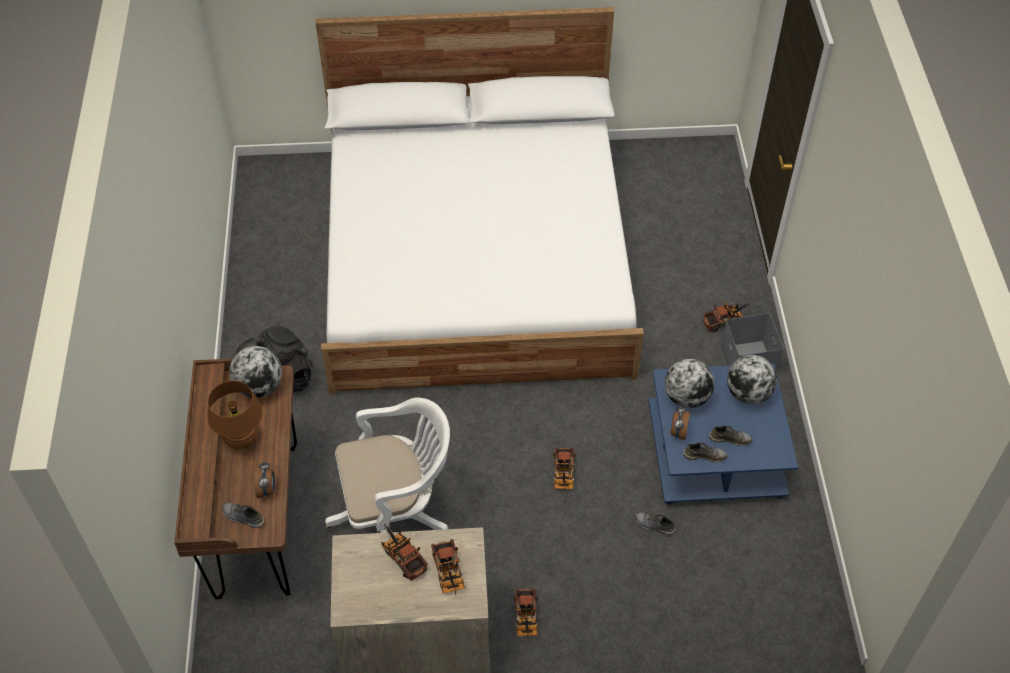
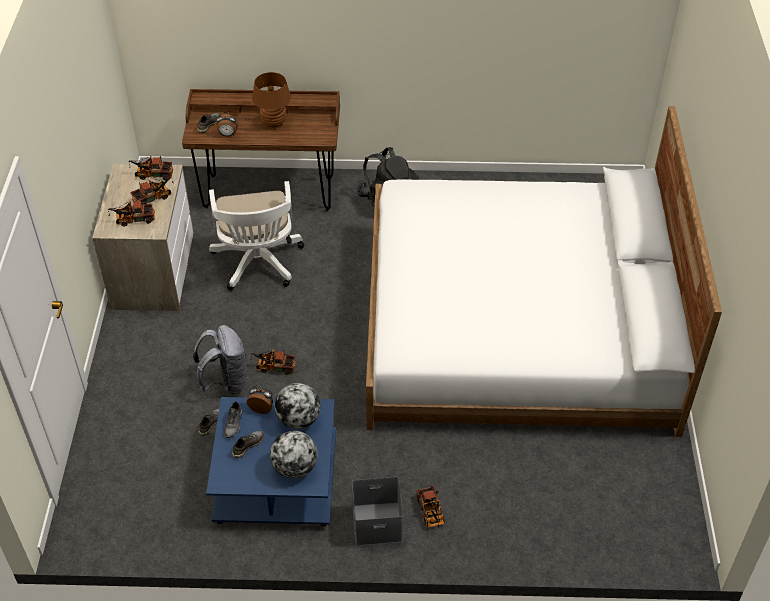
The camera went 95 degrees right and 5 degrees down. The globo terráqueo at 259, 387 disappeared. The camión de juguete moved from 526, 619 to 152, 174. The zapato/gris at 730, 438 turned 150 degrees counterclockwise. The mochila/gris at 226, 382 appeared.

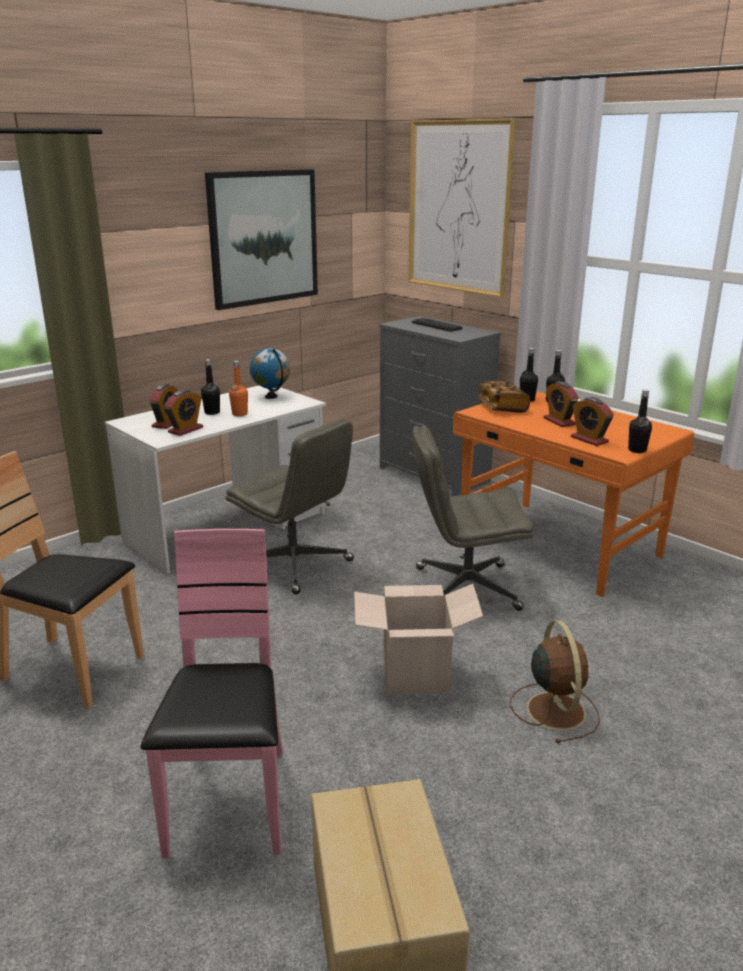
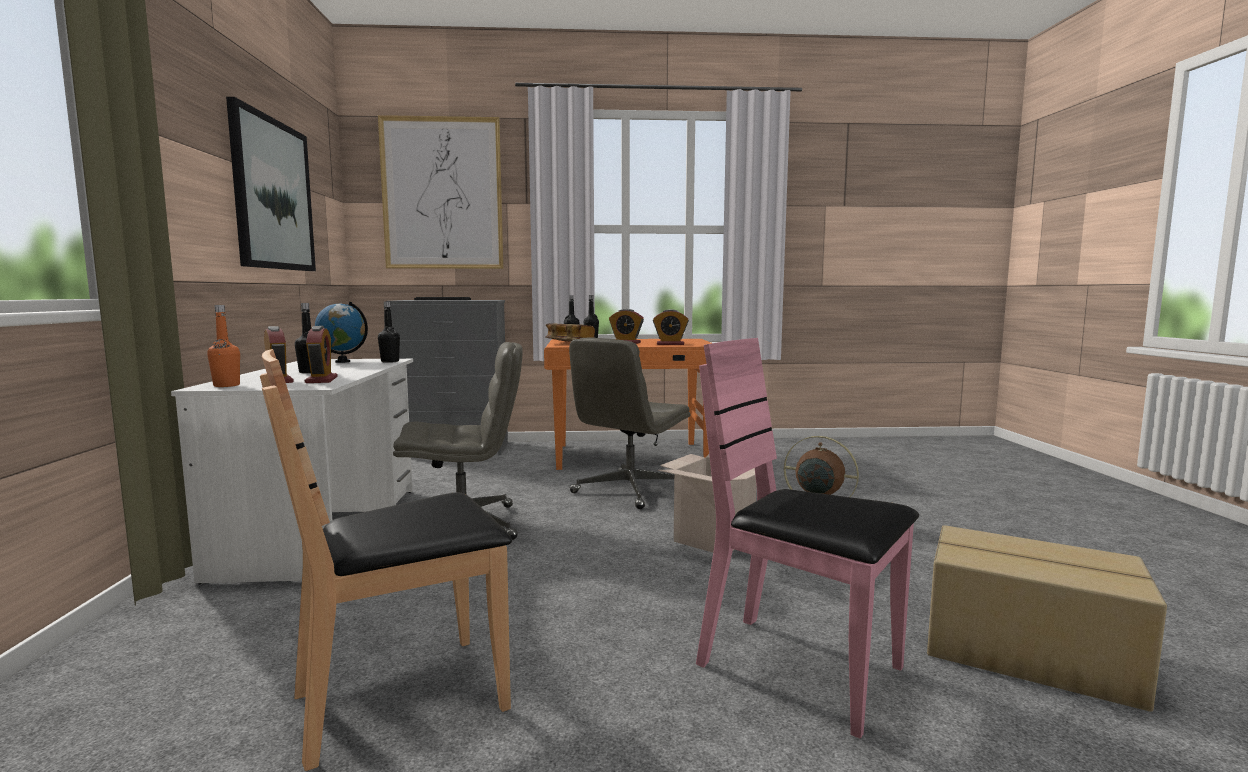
The camera went 50 degrees left and 15 degrees down. The botella/naranja moved from 239, 414 to 226, 385. The botella/negro moved from 637, 450 to 390, 361.

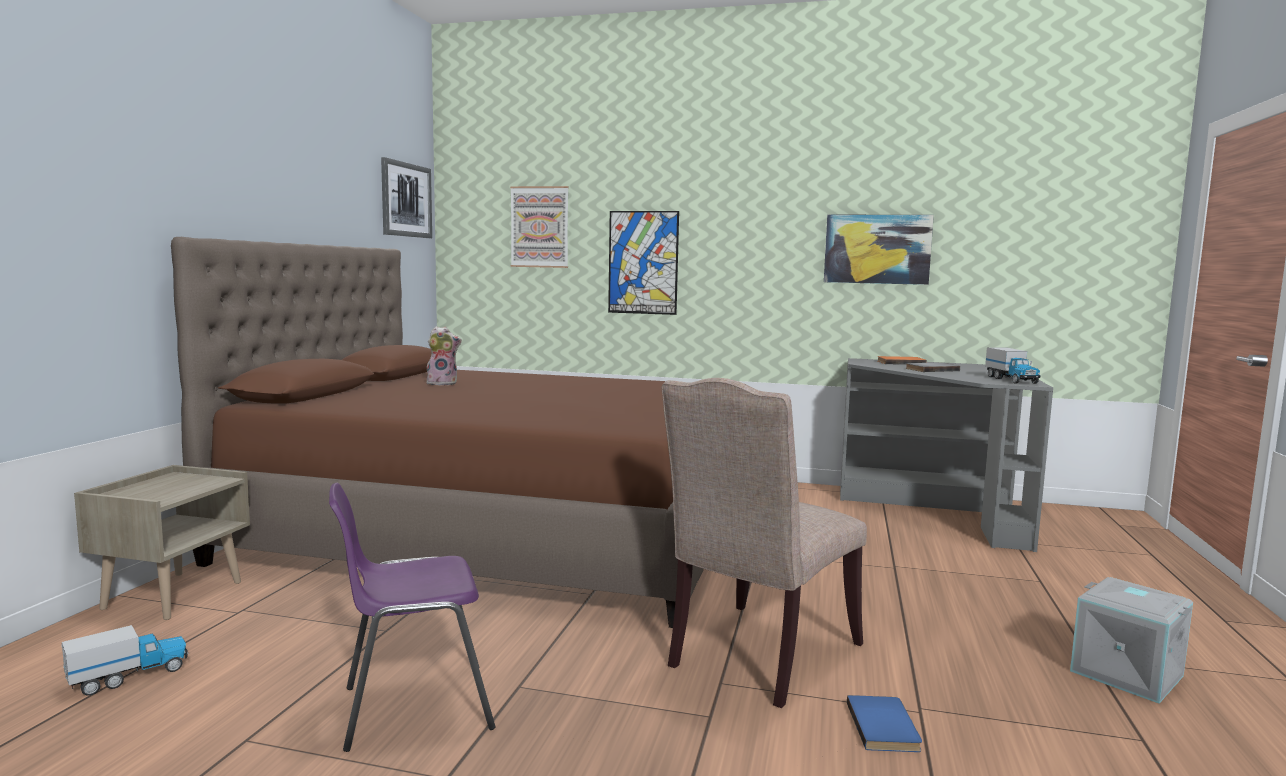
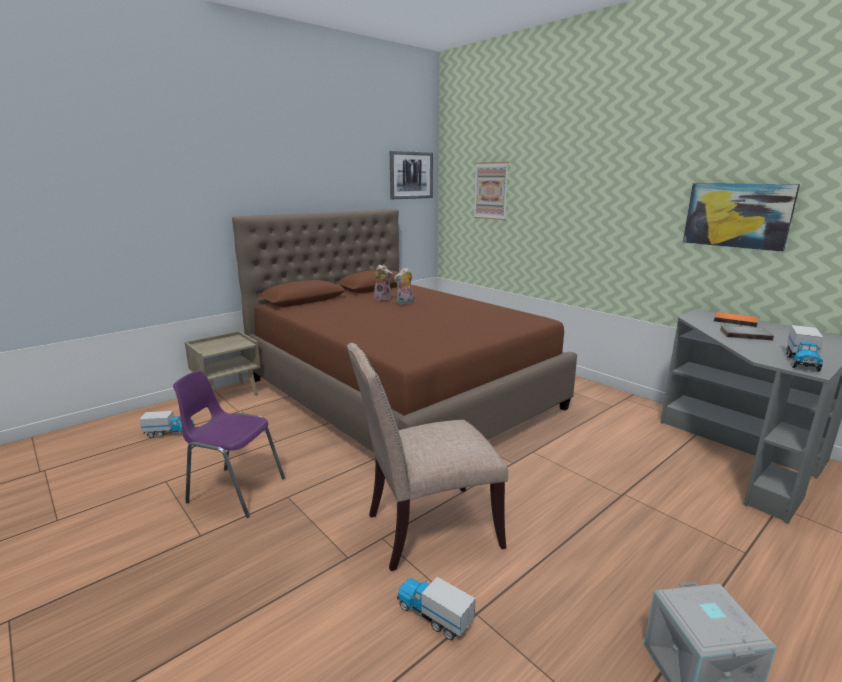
The camera went 35 degrees right and 10 degrees up. The cuadro at 643, 262 disappeared. The libro/azul at 885, 727 was replaced by the camión de juguete at 434, 616. The peluche at 405, 303 appeared.

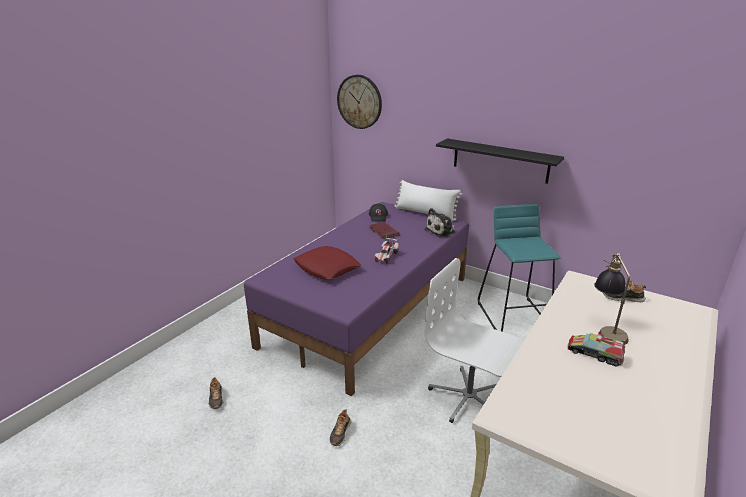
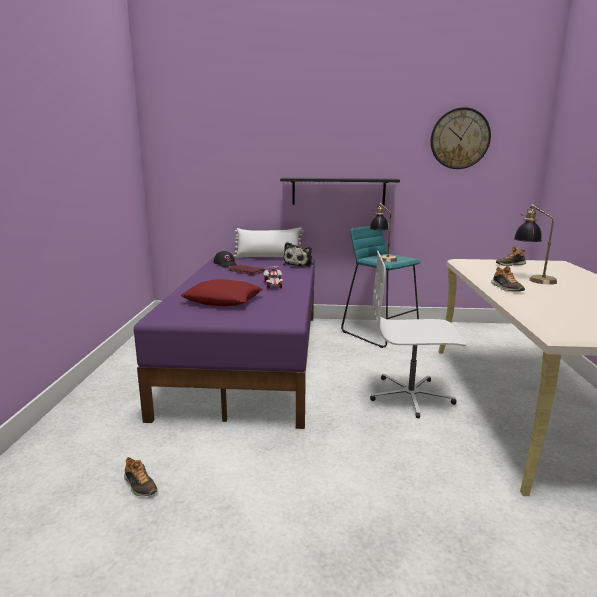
The camera went 30 degrees left and 10 degrees down. The zapato moved from 340, 433 to 506, 288. The reloj de pared moved from 359, 102 to 460, 139. The camión de juguete at 594, 354 disappeared. The lámpara de mesa at 382, 258 appeared.

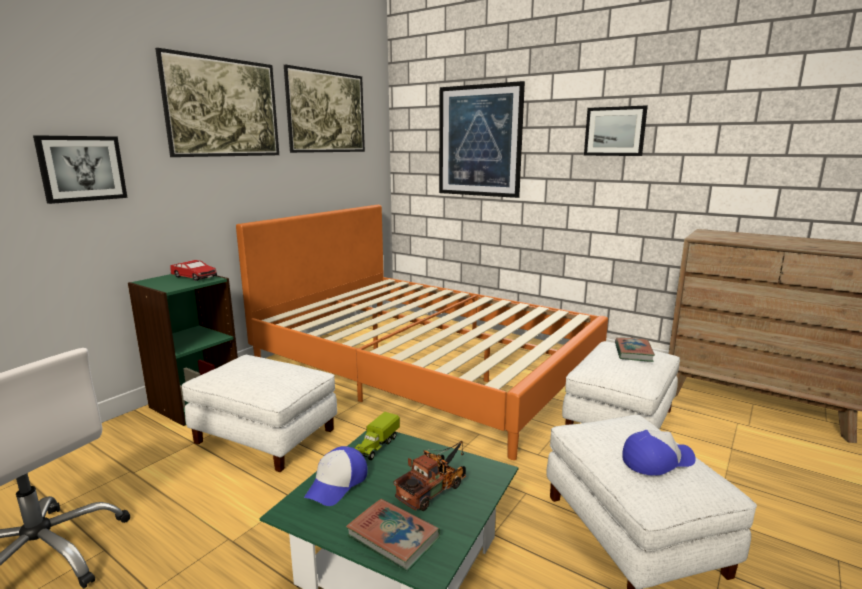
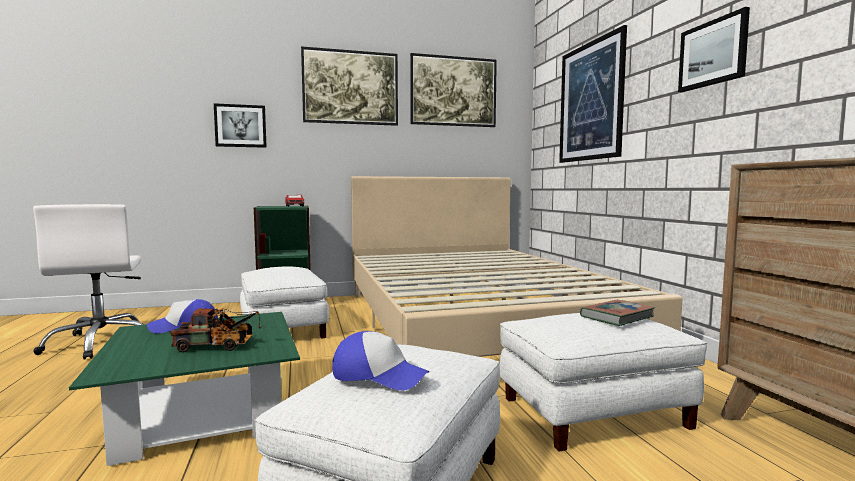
The camera went 40 degrees right and 10 degrees down. The cama/naranja at 426, 365 became the cama/beis at 474, 322. The libro at 393, 537 disappeared. The camión de juguete at 376, 446 disappeared.

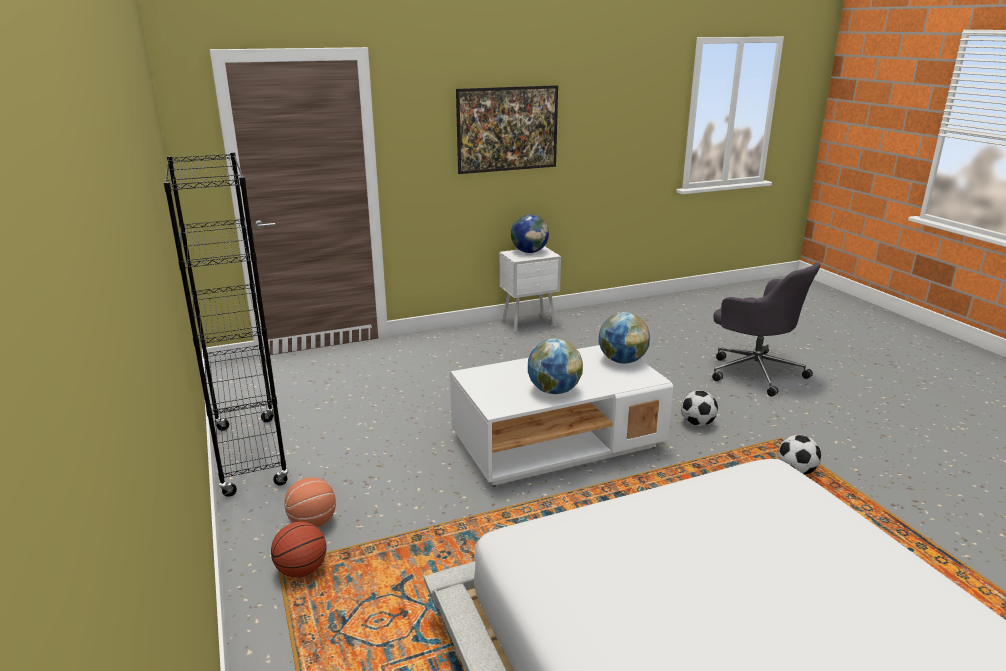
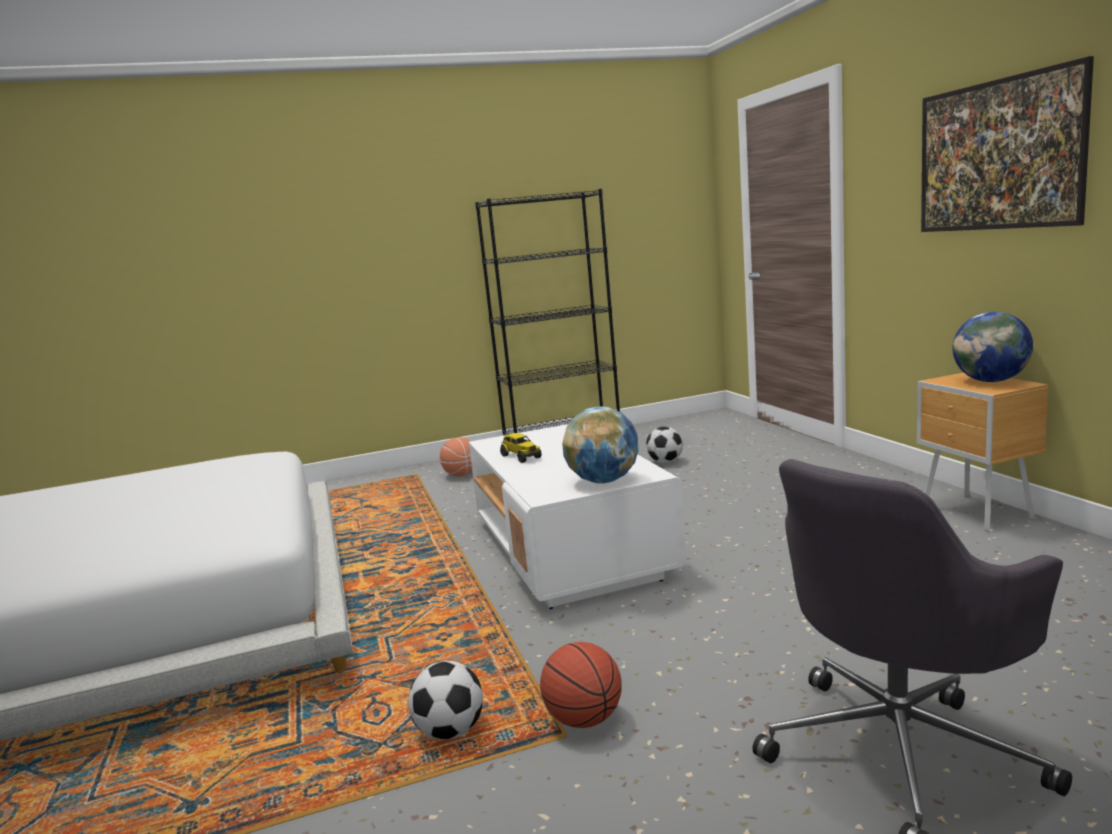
The camera went 95 degrees right and 10 degrees down. The balón de baloncesto moved from 301, 570 to 584, 719. The mesita de noche/blanco at 530, 324 became the mesita de noche/marrón at 977, 514. The globo terráqueo at 553, 391 was replaced by the camión de juguete at 520, 457. The balón de fútbol moved from 697, 423 to 665, 462.

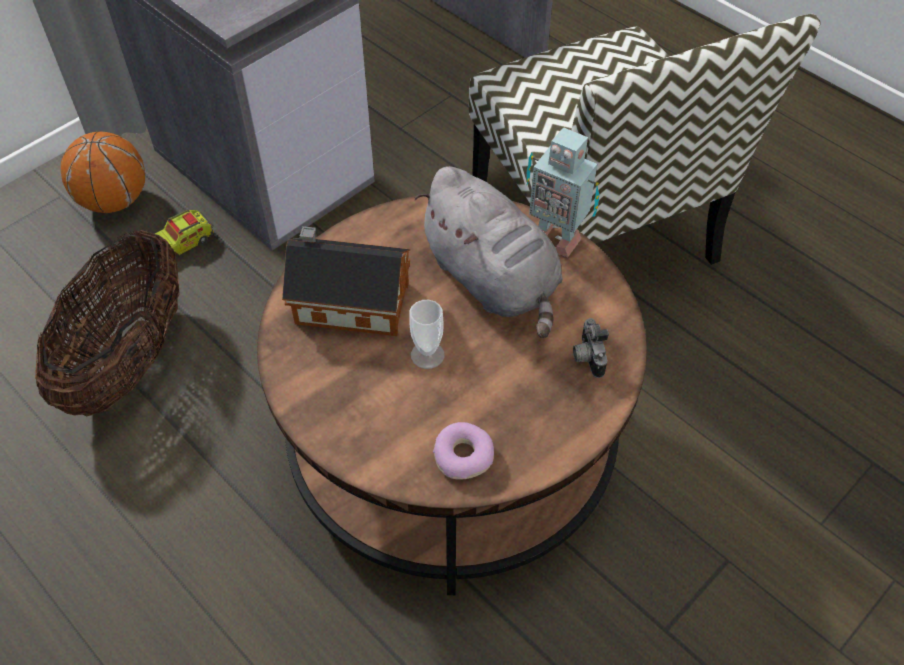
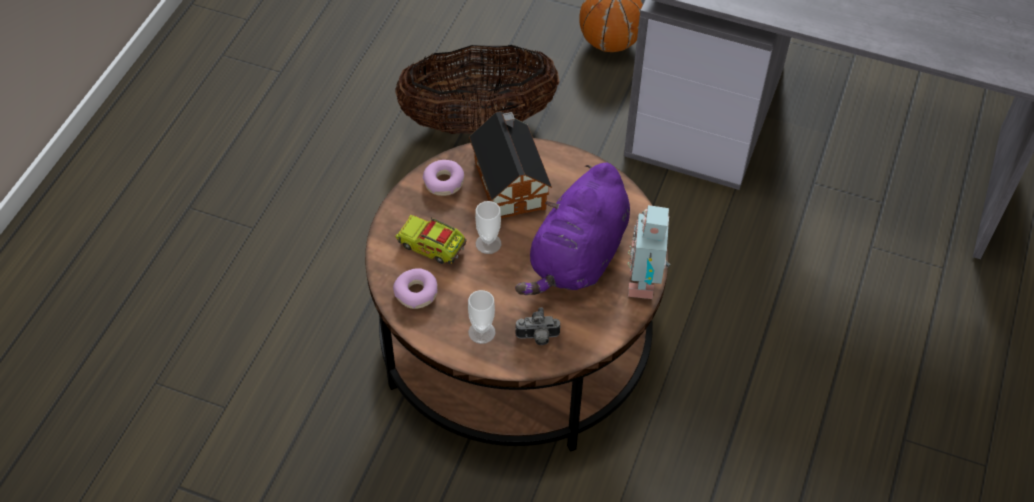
The camera went 65 degrees right and 0 degrees up. The camión de juguete moved from 183, 242 to 432, 246. The peluche/gris at 493, 280 became the peluche/morado at 577, 258. The silla at 595, 225 disappeared. The cámara at 586, 357 turned 150 degrees counterclockwise. The rosquilla at 444, 182 appeared. The taza at 481, 332 appeared.

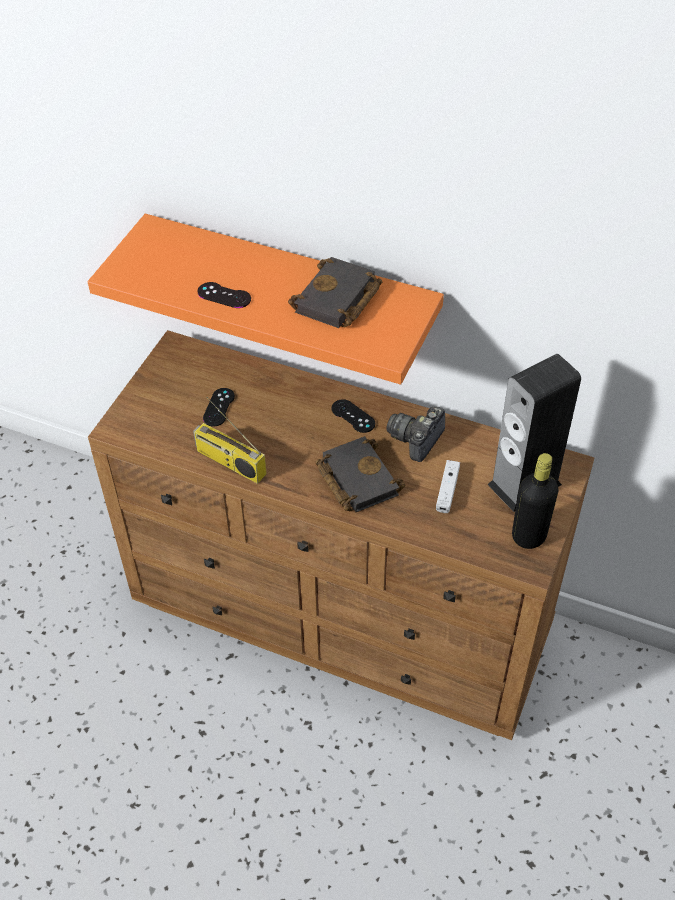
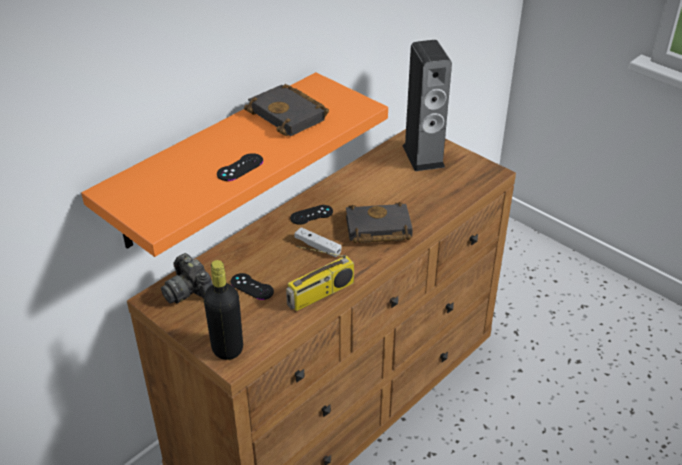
The camera went 70 degrees left and 10 degrees down. The cámara moved from 417, 439 to 188, 290. The mando de consola/blanco moved from 447, 490 to 317, 247. The botella/negro moved from 529, 536 to 227, 348.

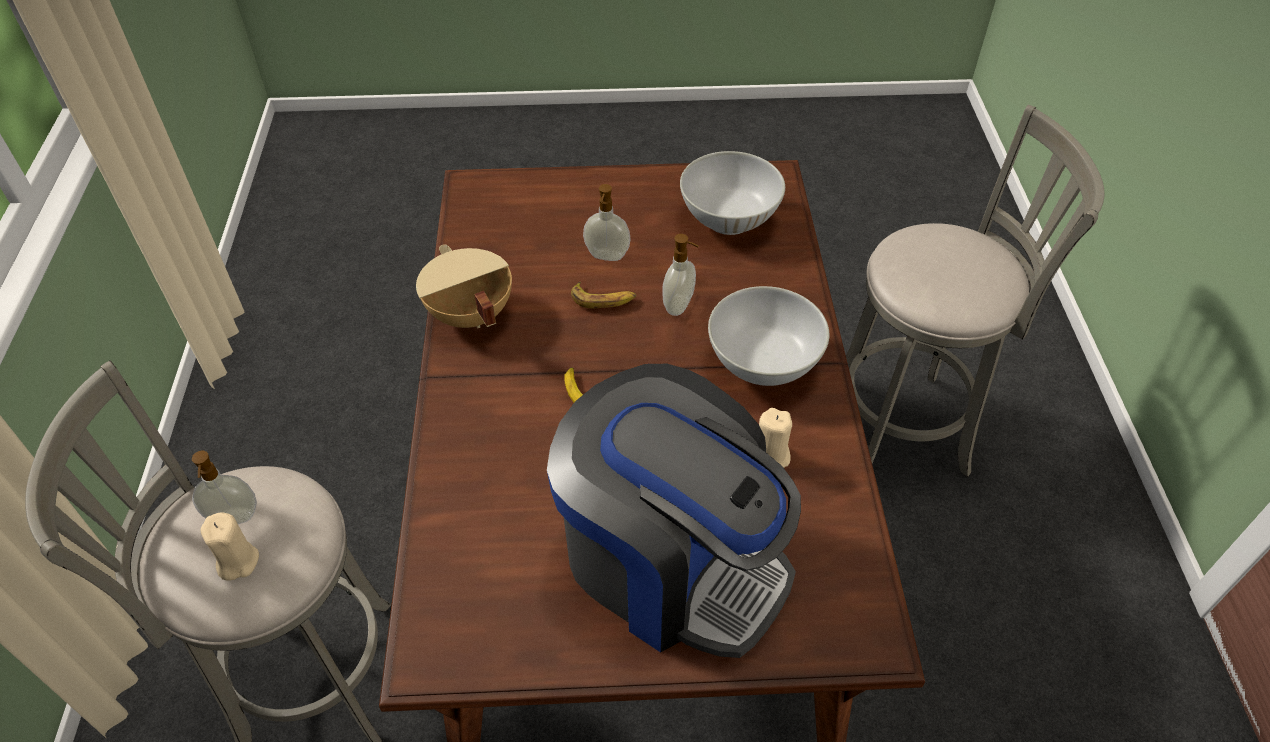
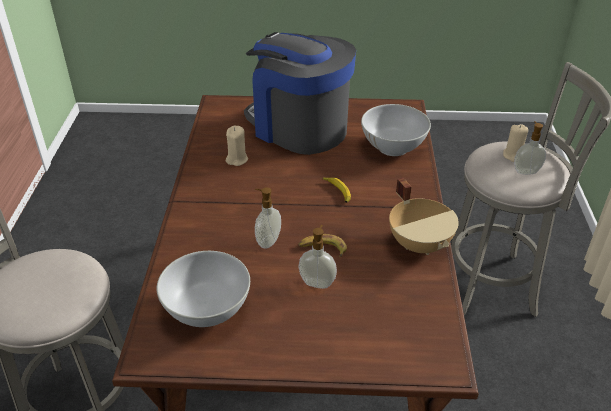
The camera went 175 degrees left and 10 degrees down. The cuenco/blanco moved from 762, 364 to 393, 147.

